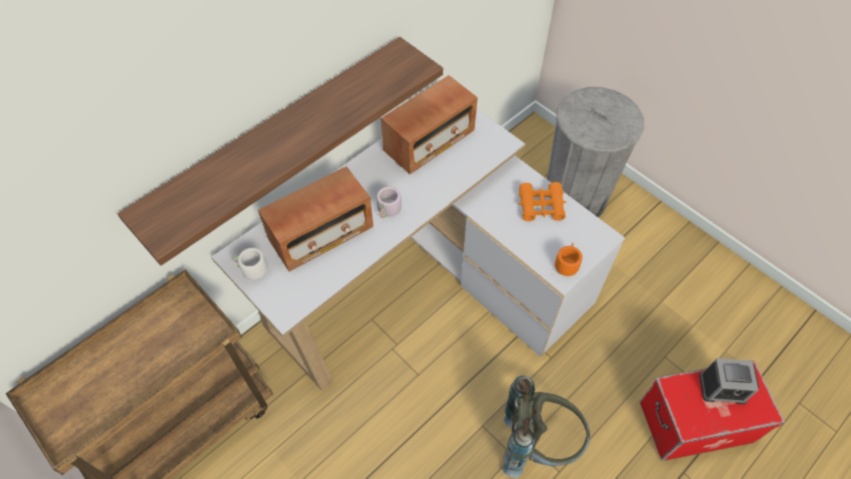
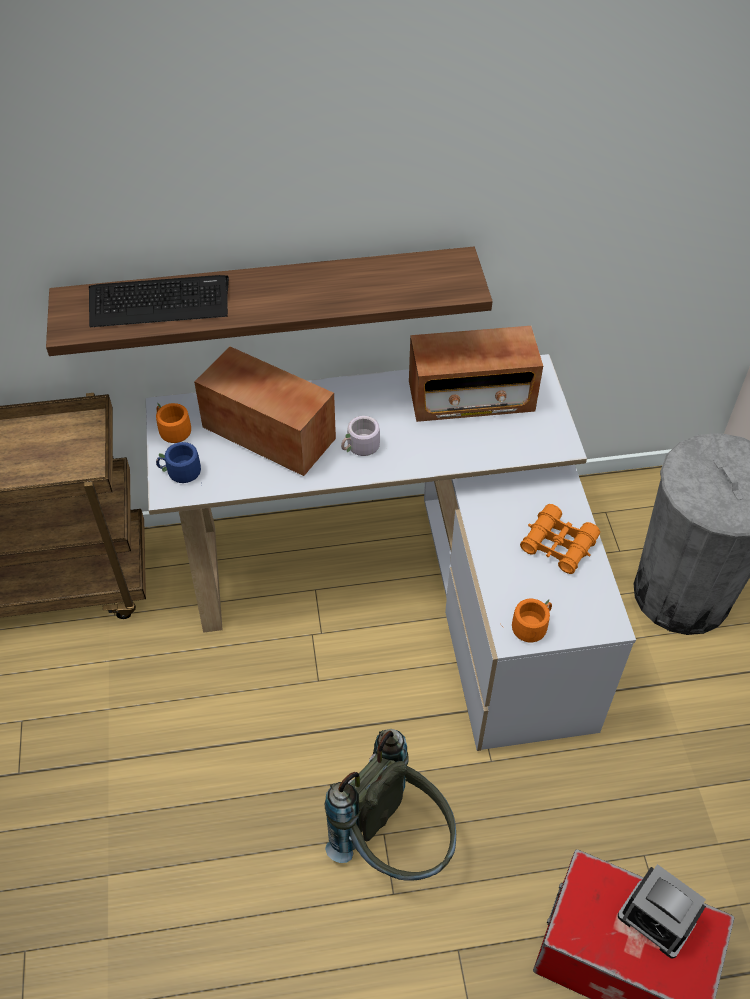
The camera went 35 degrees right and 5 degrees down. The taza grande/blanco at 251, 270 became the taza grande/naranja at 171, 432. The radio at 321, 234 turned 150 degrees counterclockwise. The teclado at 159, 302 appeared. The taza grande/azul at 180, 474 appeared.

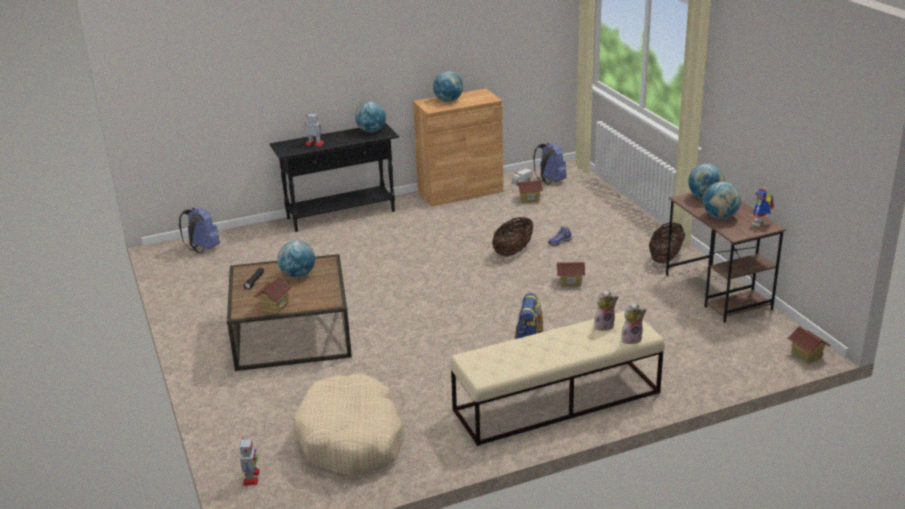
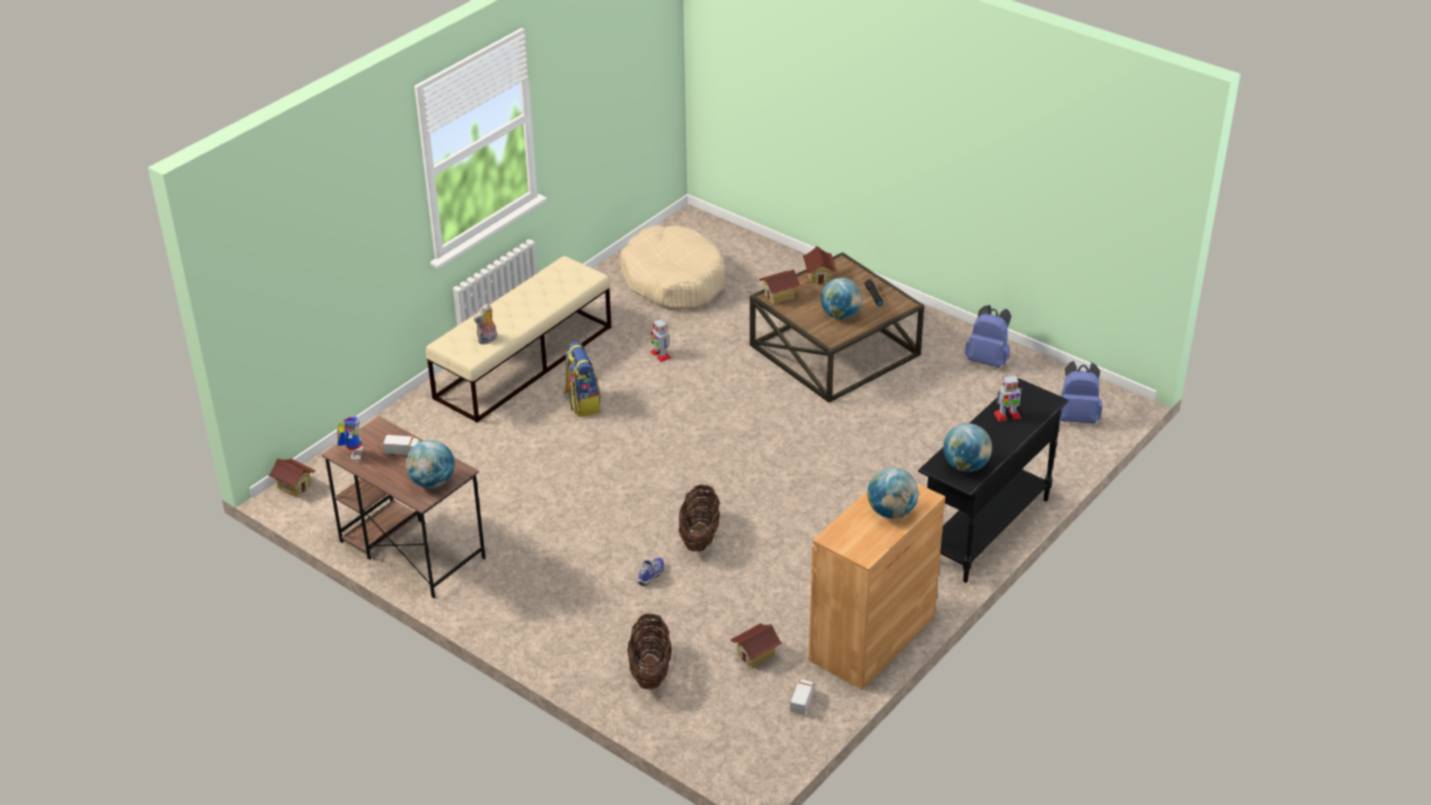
The camera went 150 degrees right and 10 degrees up. The robot de juguete moved from 251, 478 to 660, 355. The mochila/azul moved from 549, 181 to 988, 360. The casita moved from 570, 282 to 779, 296. The peluche at 631, 338 disappeared. The cesta moved from 665, 258 to 650, 670. The globo terráqueo at 720, 217 was replaced by the camión de juguete at 404, 452.

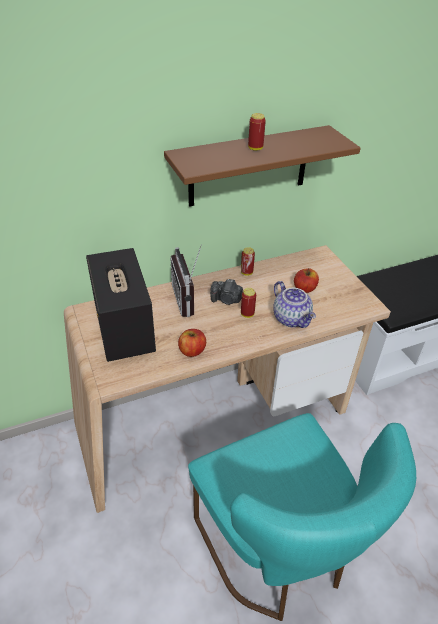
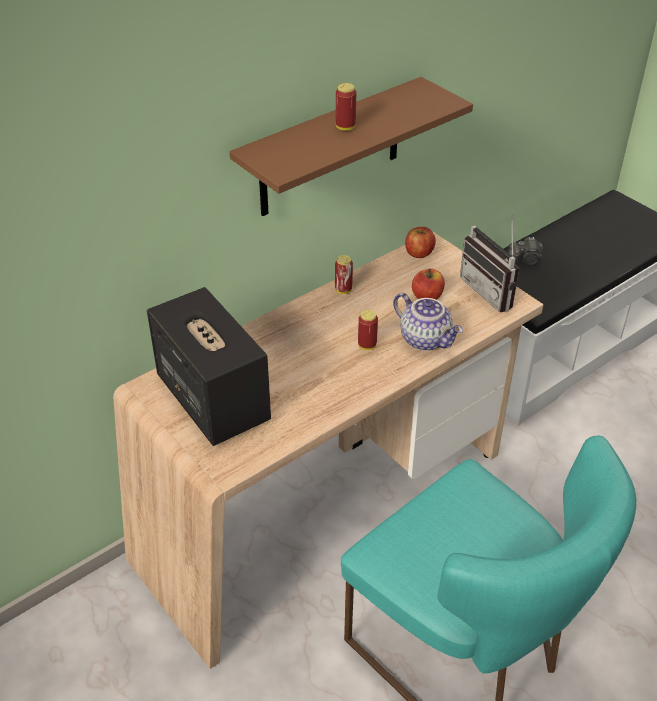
The camera went 15 degrees left and 0 degrees up. The radio moved from 189, 300 to 492, 291. The manzana moved from 192, 351 to 419, 253. The cámara moved from 226, 300 to 525, 261.

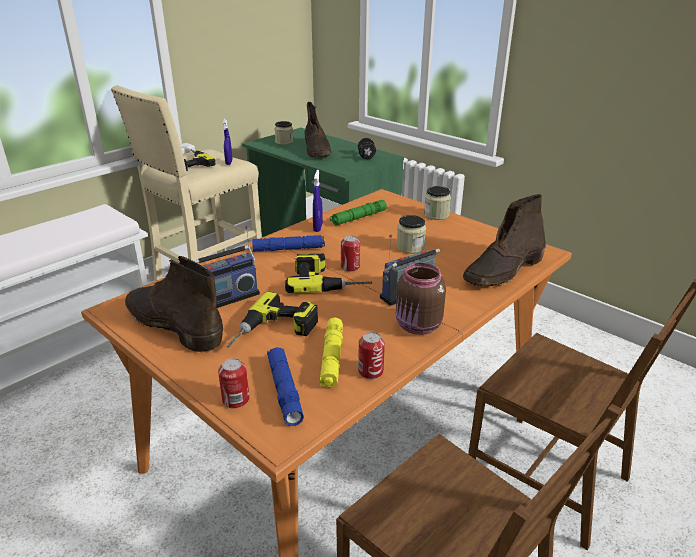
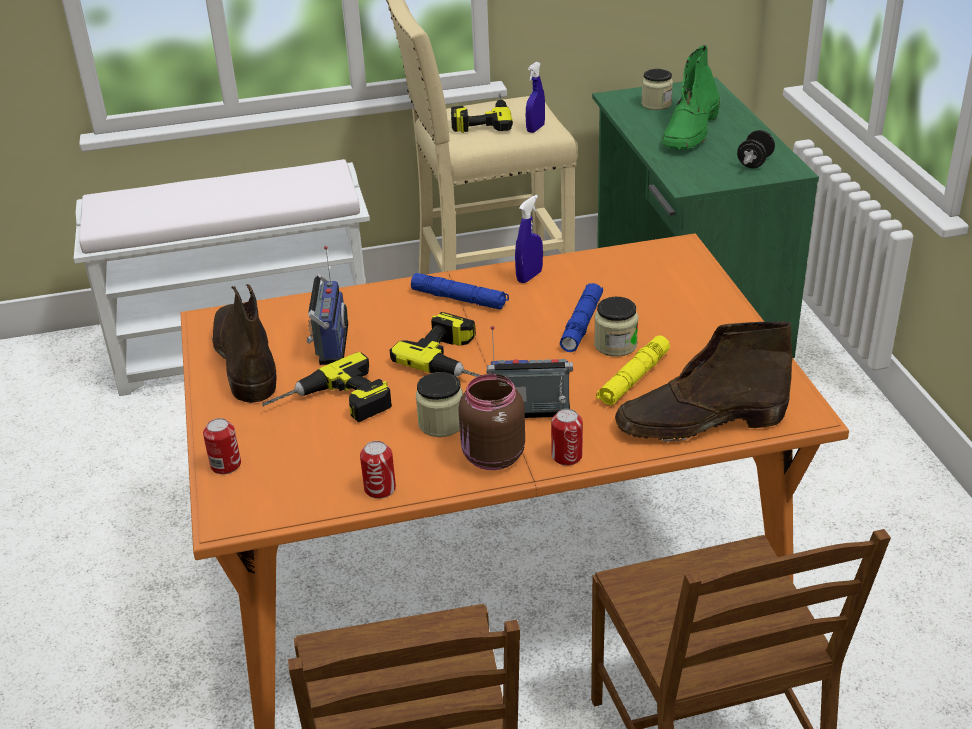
The camera went 35 degrees right and 5 degrees up. The radio at 229, 297 turned 90 degrees counterclockwise. The linterna/azul moved from 284, 390 to 582, 324. The bota/marrón at 317, 150 became the bota/verde at 690, 132. The linterna/amarillo moved from 332, 358 to 633, 379. The linterna/verde at 358, 218 disappeared. The lata moved from 350, 267 to 567, 456. The tarro moved from 436, 215 to 441, 423.

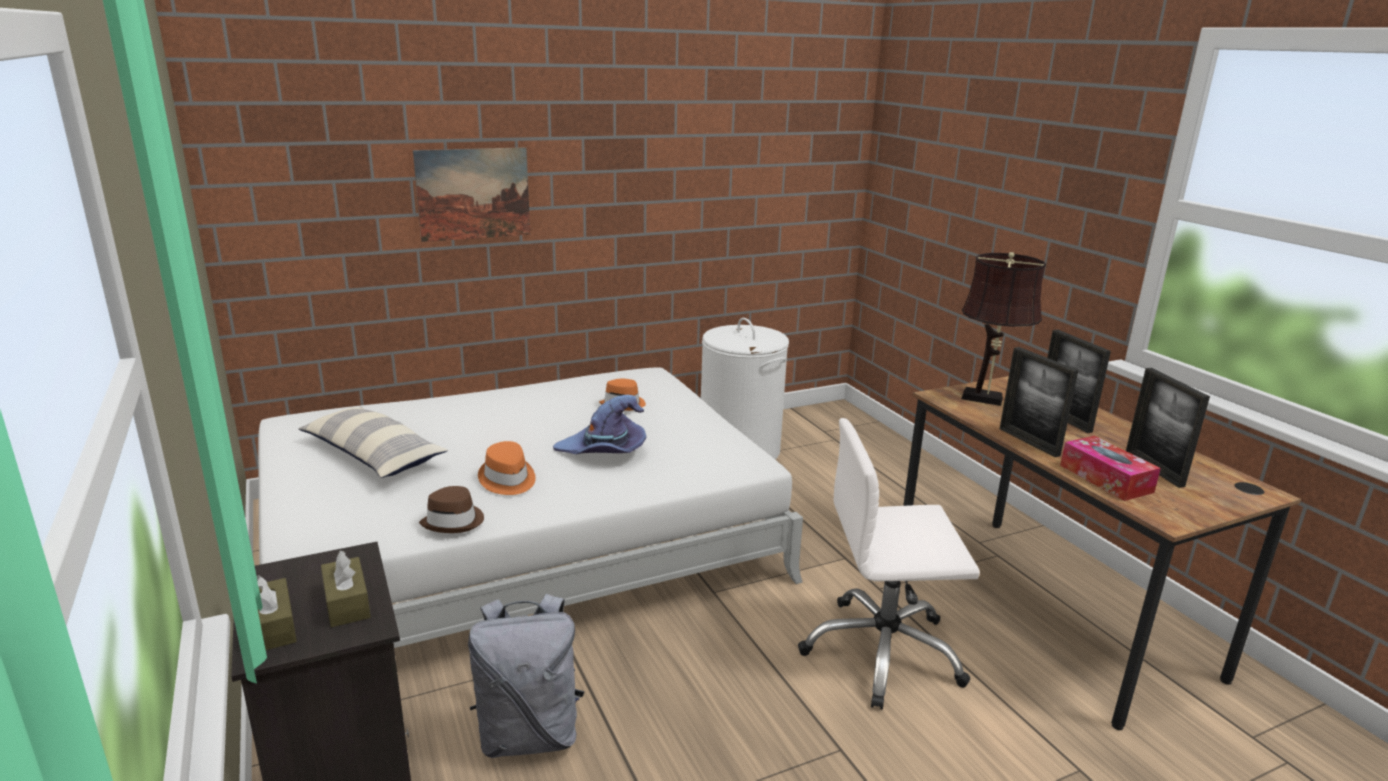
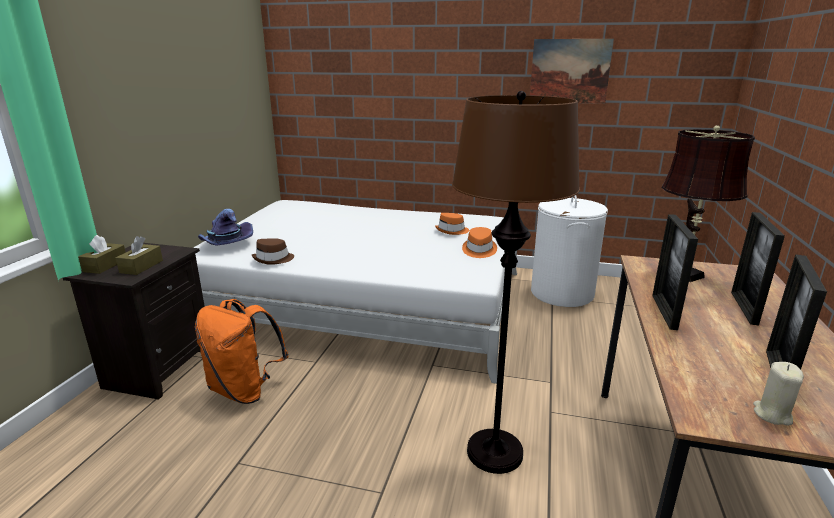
The camera went 40 degrees right and 0 degrees up. The cojín at 372, 456 disappeared. The cuadro moved from 473, 194 to 569, 71. The mochila/gris at 529, 734 became the mochila/naranja at 245, 390. The sombrero/naranja moved from 507, 479 to 478, 250. The sombrero/morado moved from 604, 451 to 225, 244. The silla de oficina/blanco at 882, 652 was replaced by the lámpara de pie/marrón at 494, 452. The caja de pañuelos at 1105, 478 disappeared. The vela/beis at 772, 414 appeared.

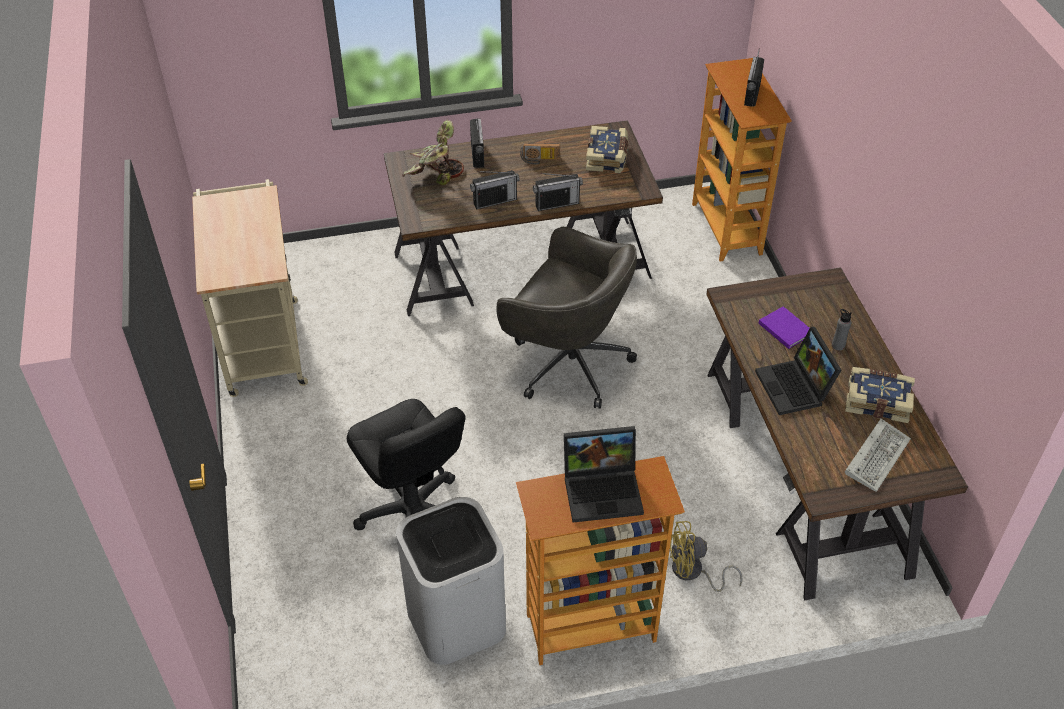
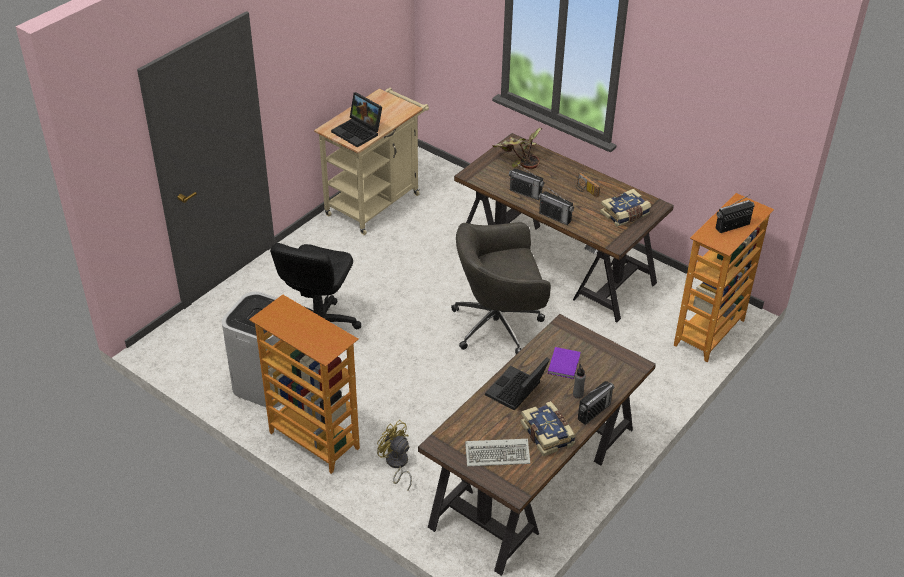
The camera went 50 degrees right and 5 degrees down. The radio moved from 477, 155 to 594, 412. The silla de oficina/gris at 567, 363 turned 90 degrees clockwise. The portátil moved from 604, 489 to 358, 132.

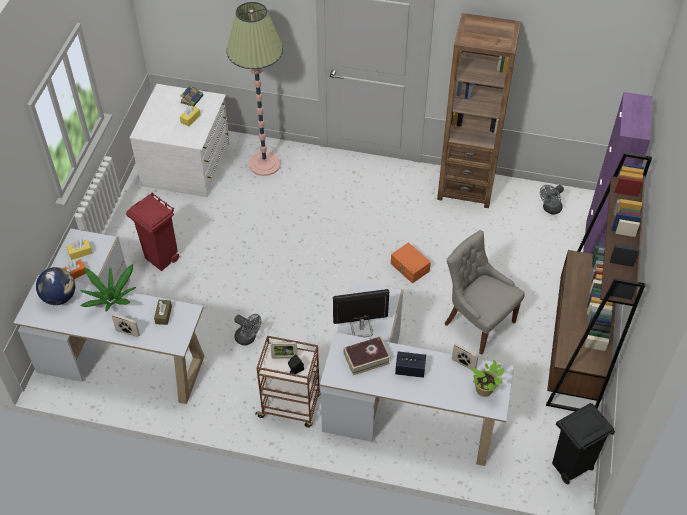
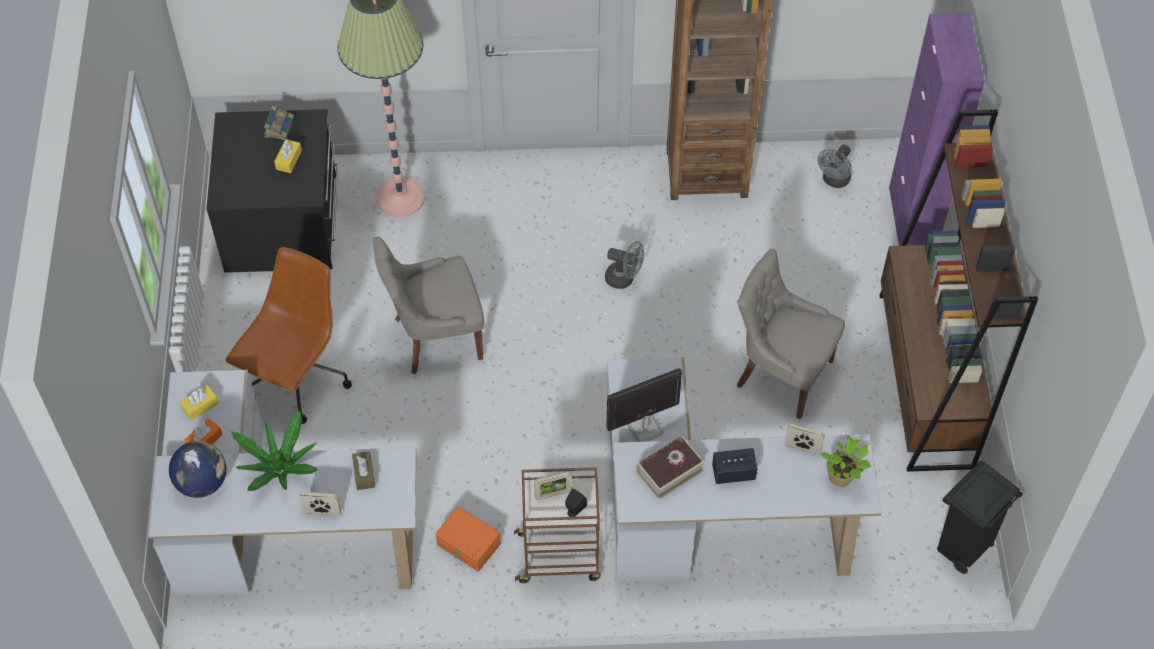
The camera went 15 degrees left and 5 degrees up. The papelera/rojo at 162, 259 was replaced by the silla de oficina/marrón at 298, 380. The cómoda/blanco at 187, 164 became the cómoda/negro at 283, 223. The ventilador/gris moved from 248, 338 to 624, 278. The caja de almacenaje/naranja moved from 409, 268 to 468, 545. The silla/gris at 435, 337 appeared.

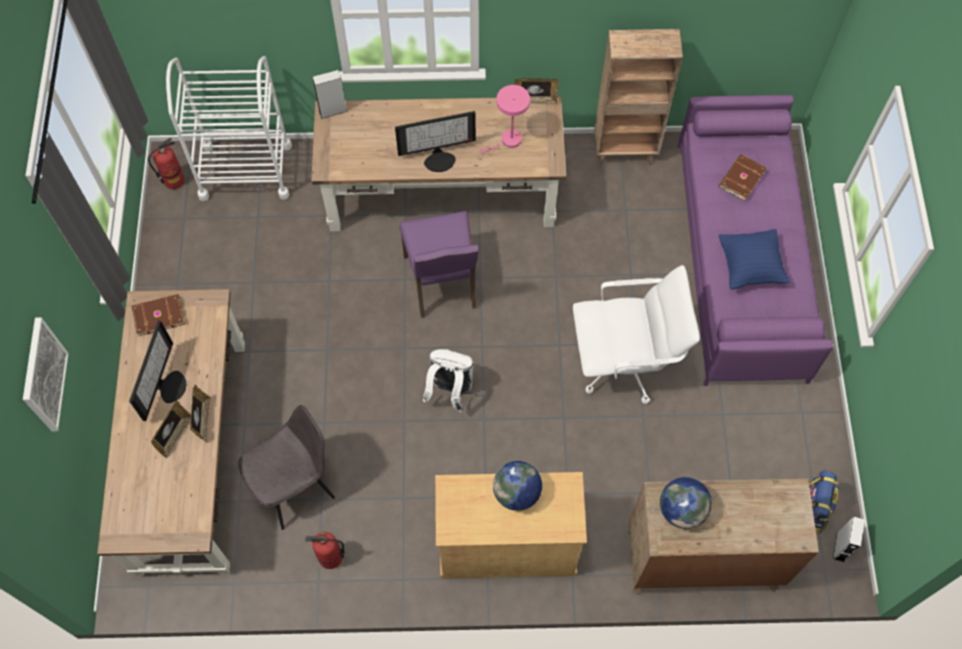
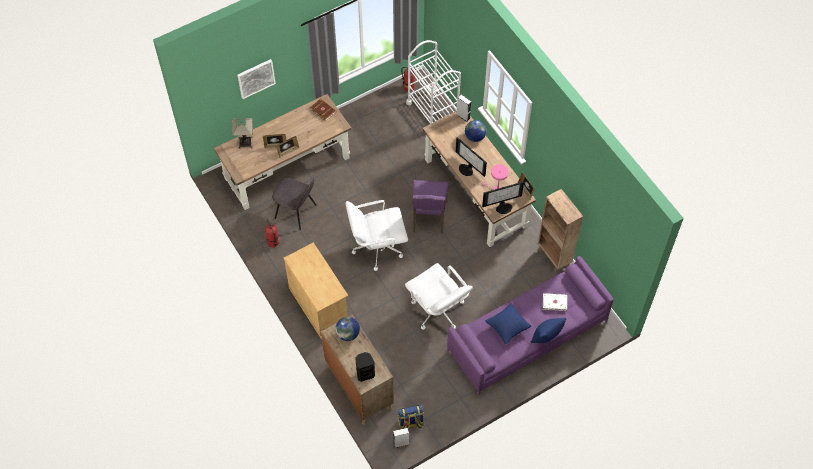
The camera went 60 degrees right and 5 degrees down. The monitor moved from 169, 386 to 503, 206. The silla/morado at 442, 283 turned 45 degrees counterclockwise. The mochila/blanco at 450, 391 was replaced by the silla de oficina/blanco at 377, 247. The globo terráqueo moved from 516, 493 to 475, 137. The libro/marrón at 741, 178 became the libro/blanco at 554, 302. The lámpara de mesa at 245, 142 appeared. The altavoz/negro at 365, 373 appeared. The cojín/azul at 546, 336 appeared.

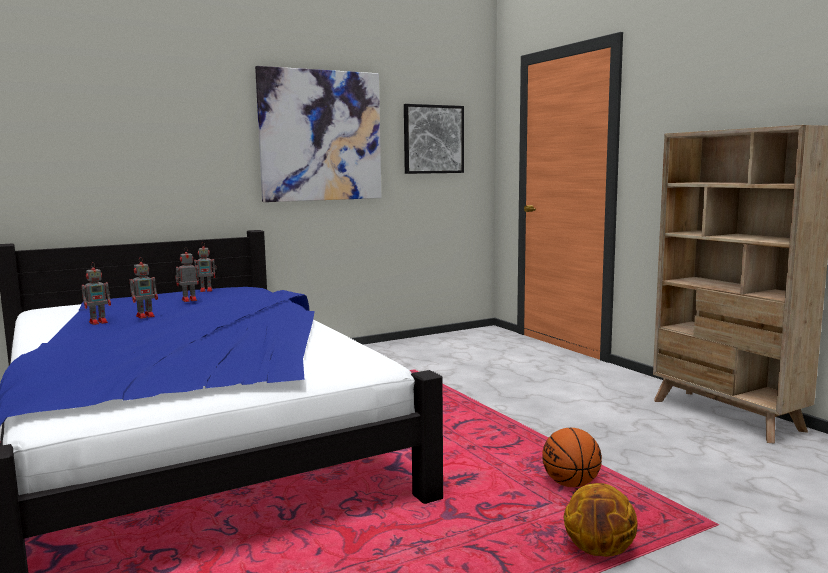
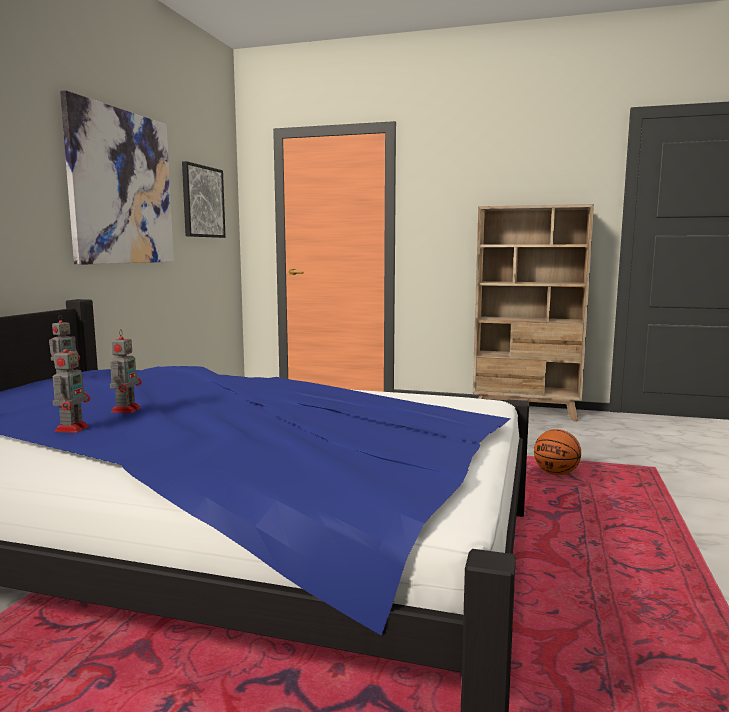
The camera went 45 degrees left and 0 degrees up. The robot de juguete at 188, 300 disappeared. The balón de baloncesto at 599, 551 disappeared.

